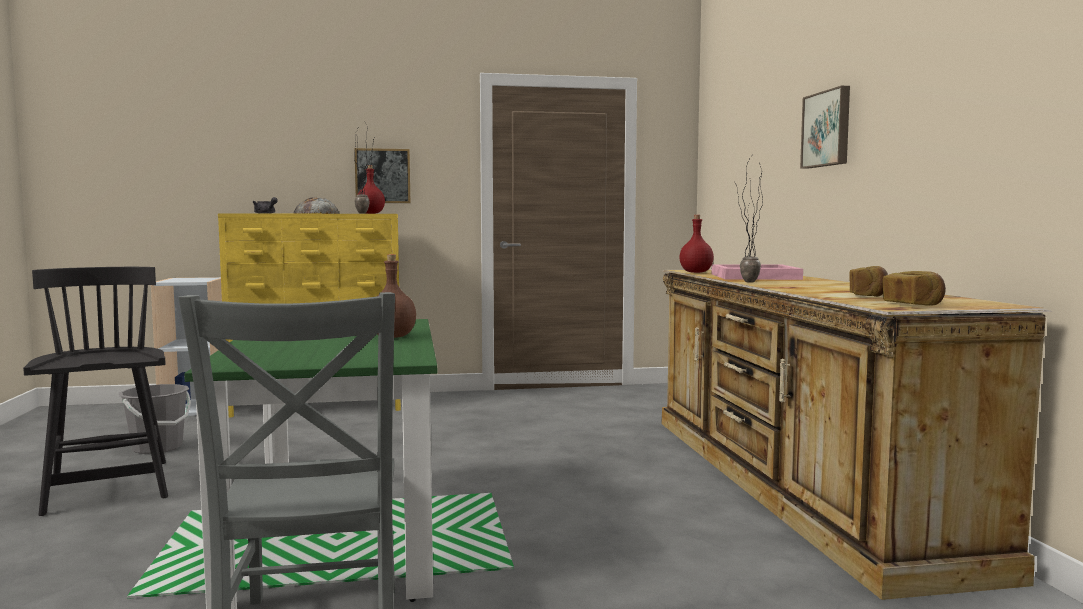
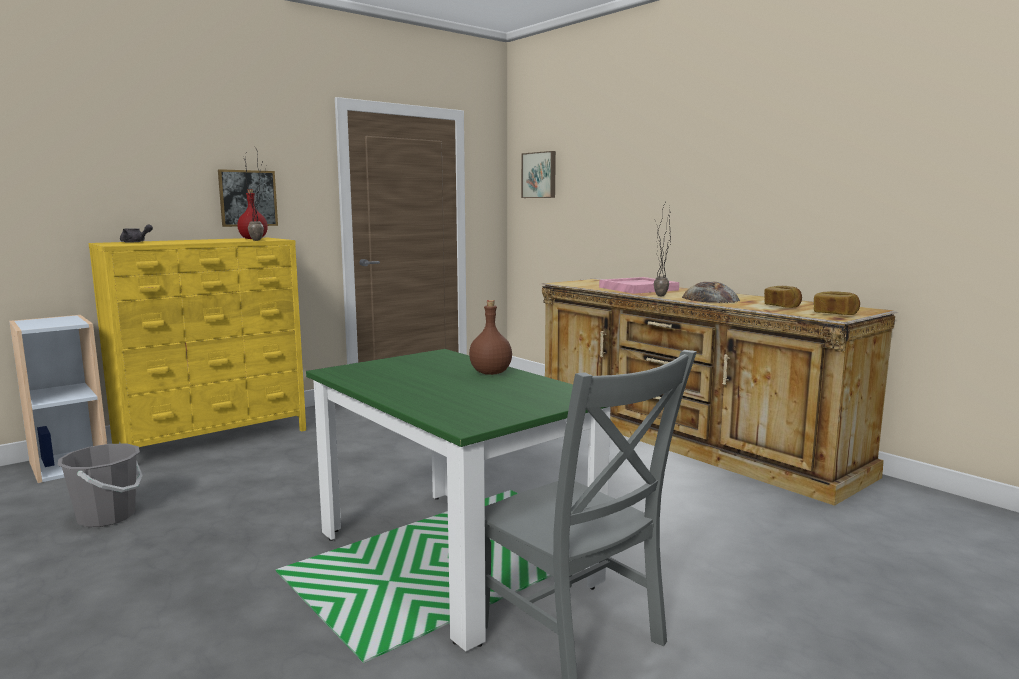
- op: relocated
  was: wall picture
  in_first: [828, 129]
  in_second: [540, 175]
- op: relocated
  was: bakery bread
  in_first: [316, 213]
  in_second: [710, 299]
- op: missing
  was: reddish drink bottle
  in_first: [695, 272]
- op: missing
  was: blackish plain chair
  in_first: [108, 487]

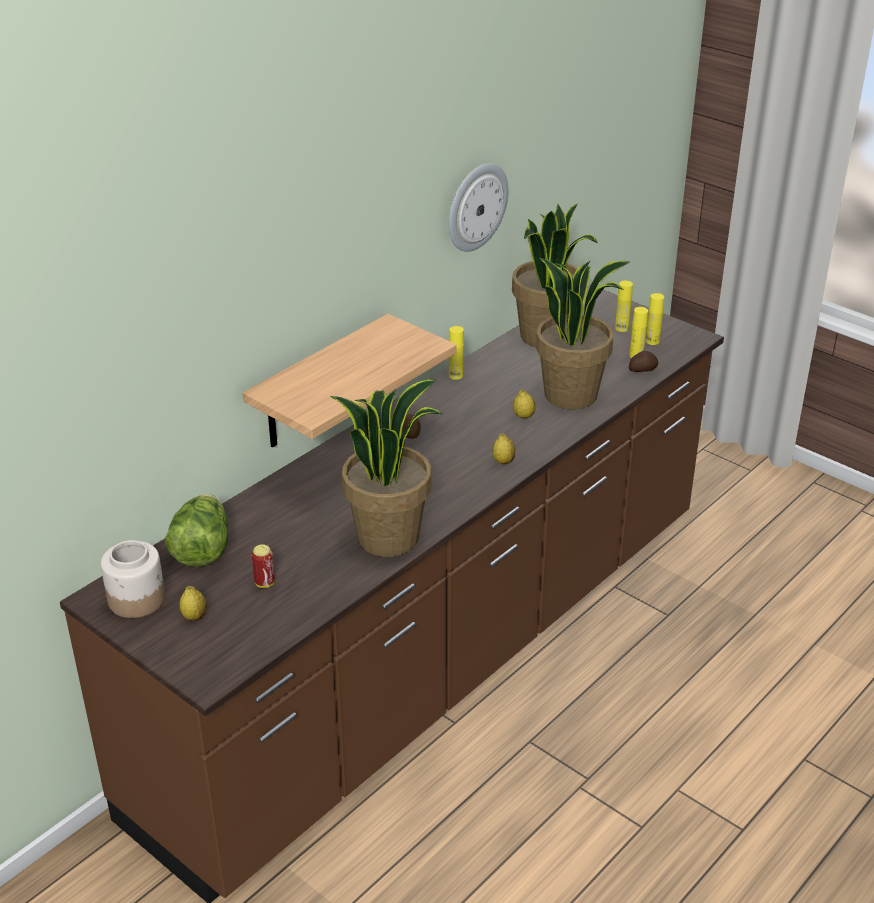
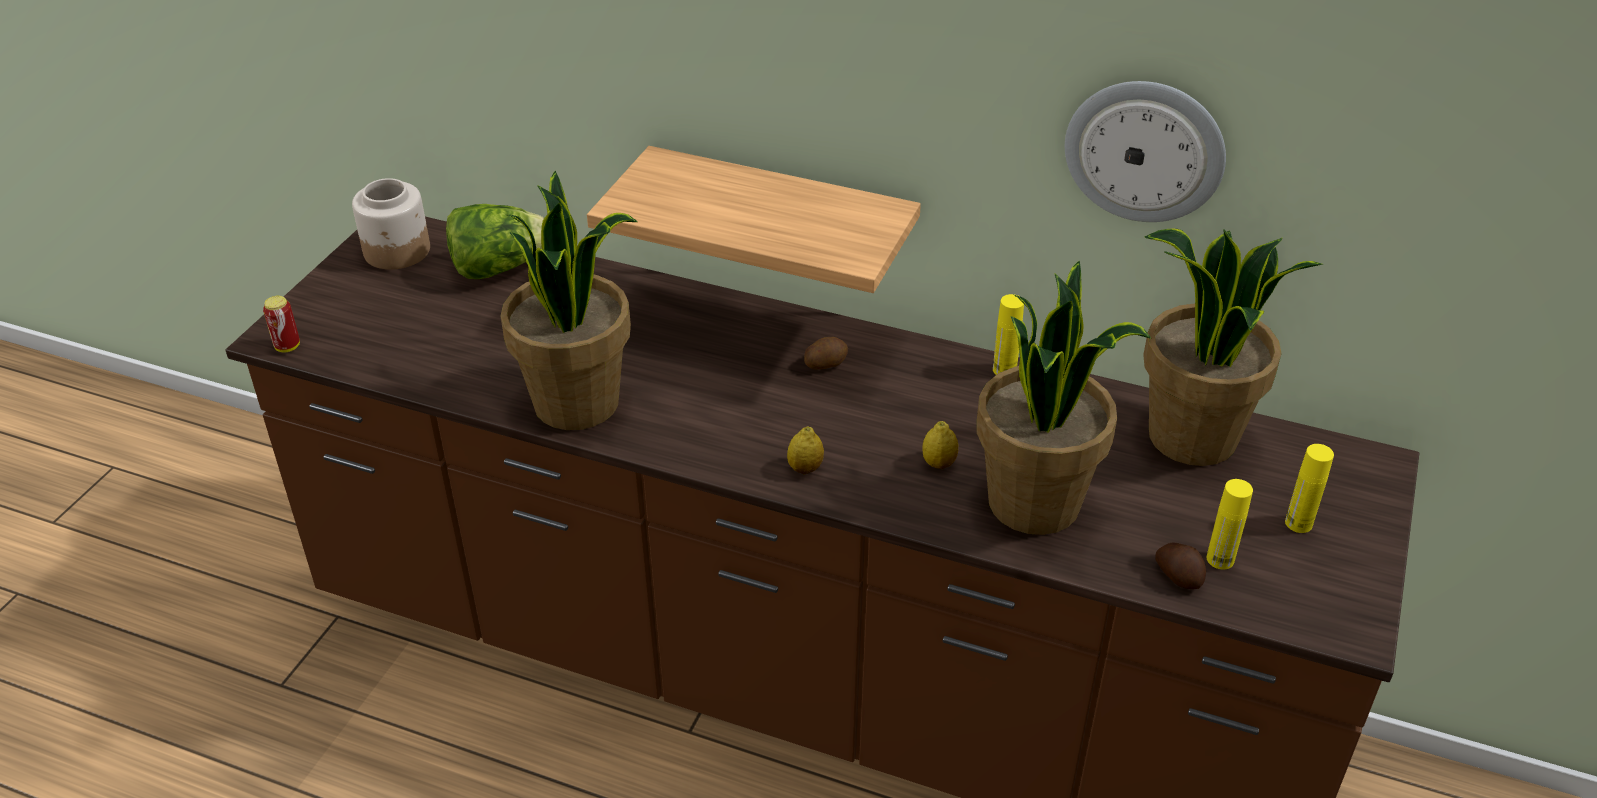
- op: missing
  was: yellowish drink bottle
  in_first: [652, 341]
- op: relocated
  was: metal can
  in_first: [264, 583]
  in_second: [287, 346]
- op: missing
  was: citrus fruit
  in_first: [194, 616]

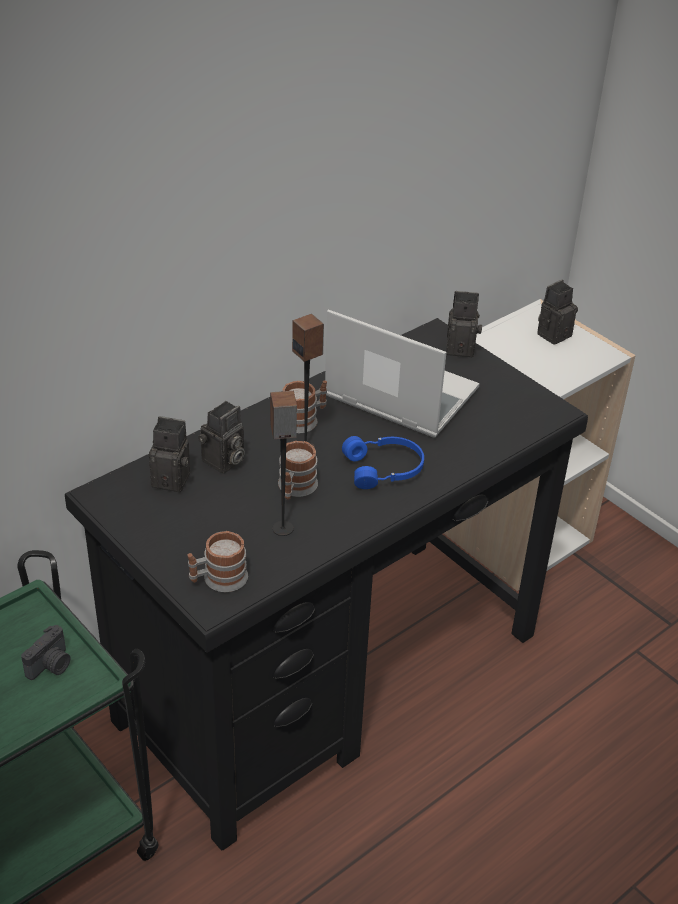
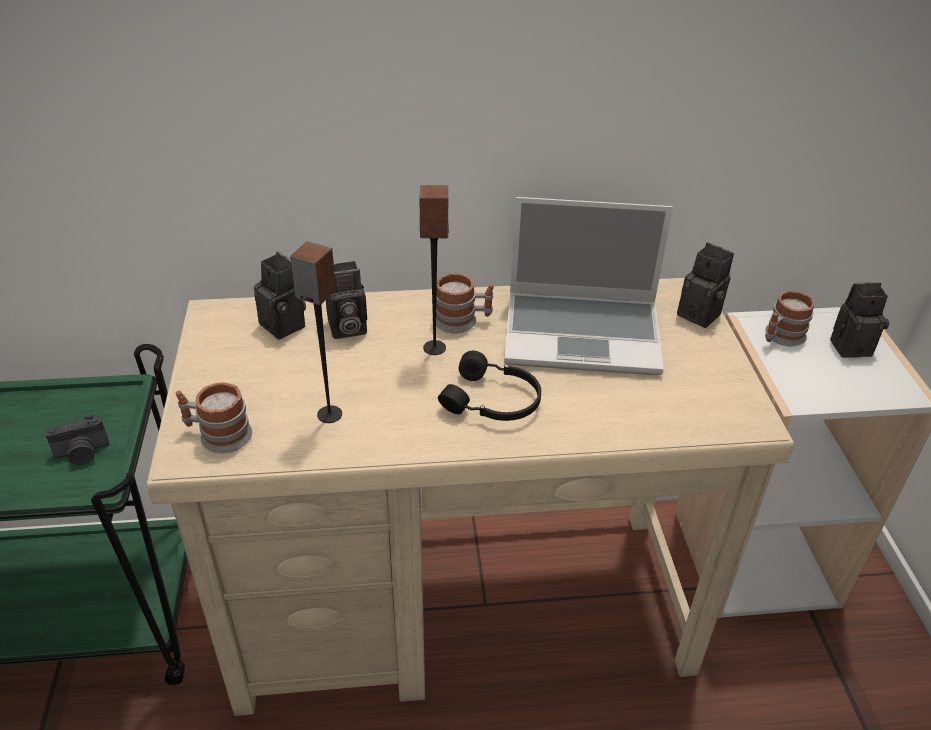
- op: spun
  was: notebook computer
  in_first: [398, 394]
  in_second: [584, 334]
  clockwise: 120
- op: colour
  was: blackish desk
  now: beige-coloured desk
  in_first: [329, 674]
  in_second: [461, 603]
- op: colour
  was: blue-coloured headset
  now: blackish headset
  in_first: [385, 469]
  in_second: [492, 402]
- op: relocated
  was: tea mug
  in_first: [295, 488]
  in_second: [781, 337]

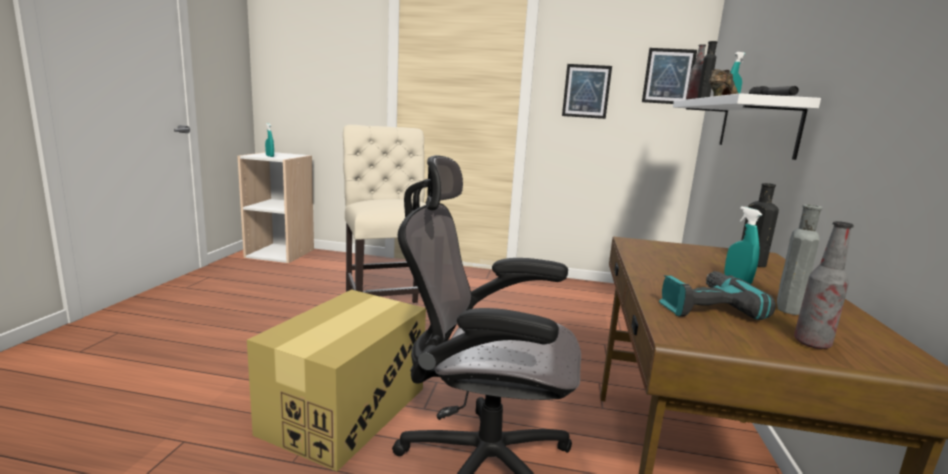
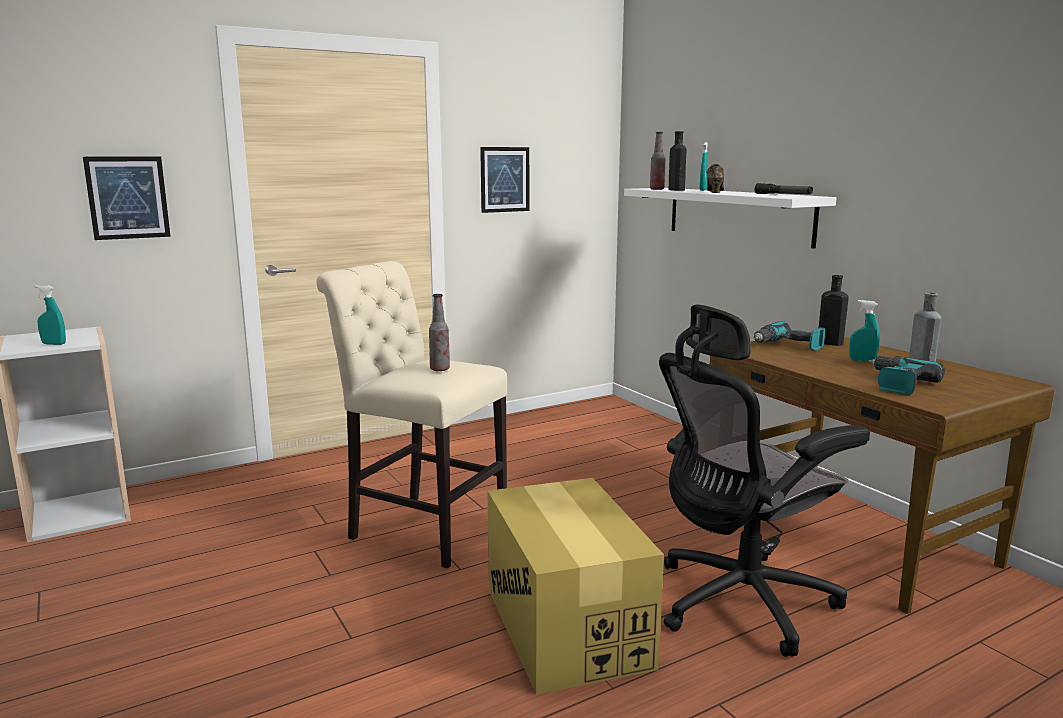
- op: relocated
  was: wall picture
  in_first: [668, 76]
  in_second: [128, 197]
- op: relocated
  was: drink bottle
  in_first: [811, 343]
  in_second: [440, 369]
- op: appeared
  now: electric drill
  in_second: [788, 346]

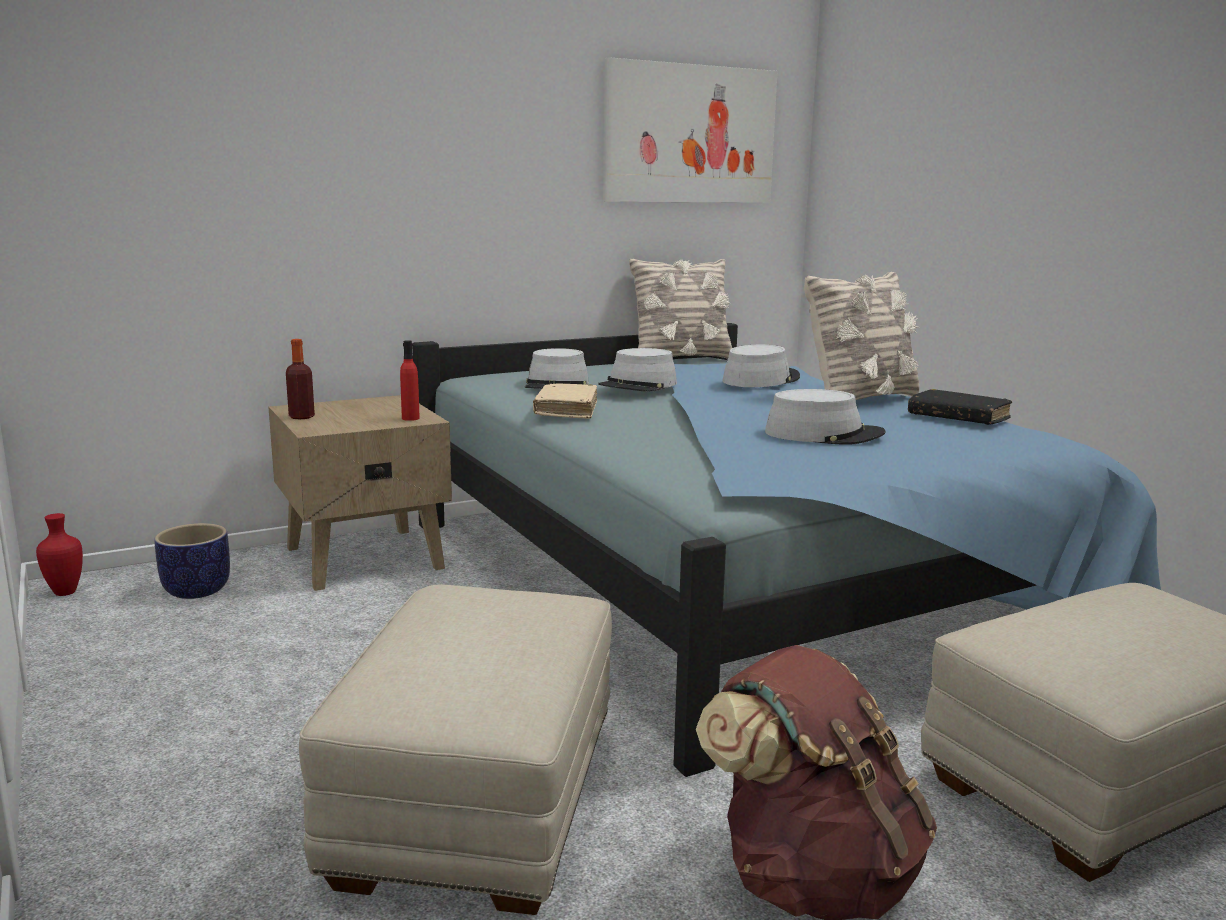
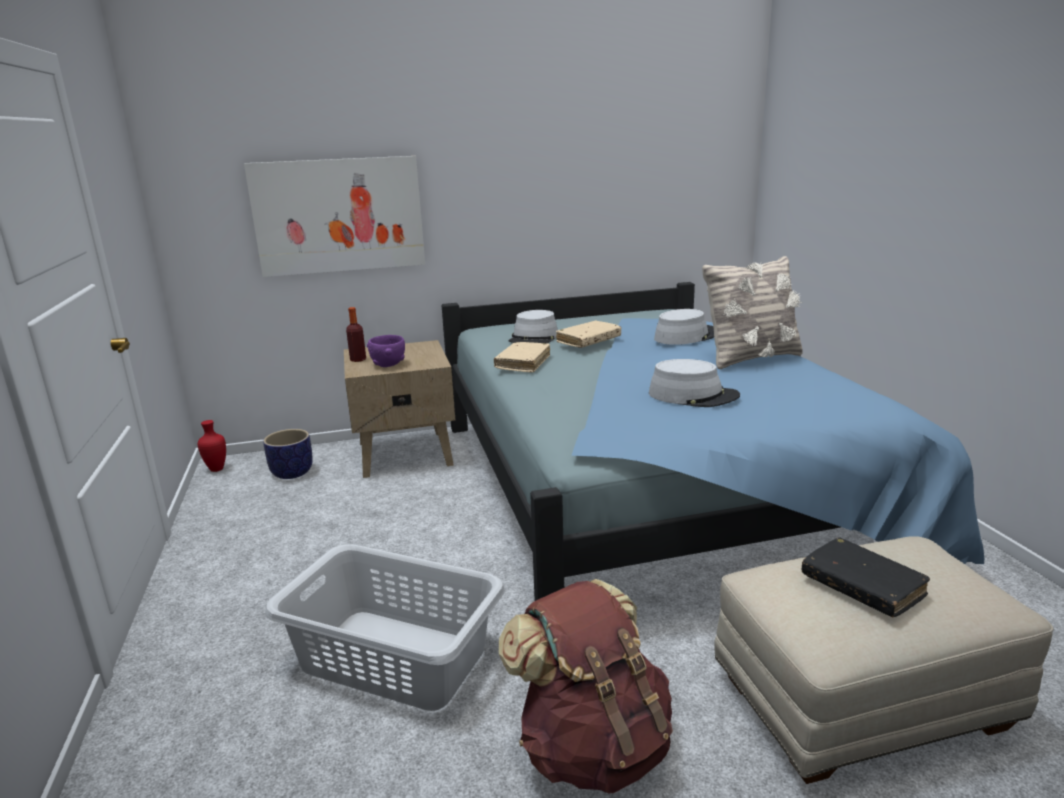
- op: relocated
  was: wall picture
  in_first: [690, 134]
  in_second: [339, 215]
- op: missing
  was: beige-coloured throw pillow
  in_first: [681, 358]
- op: missing
  was: reddish drink bottle
  in_first: [410, 418]
- op: exchanged
  was: greyish hat
  now: beige-coloured bound book
  in_first: [638, 385]
  in_second: [588, 341]
- op: relocated
  was: blackish bound book
  in_first: [958, 417]
  in_second: [862, 586]
- op: exchanged
  was: beige-coloured footrest
  now: greyish hamper
  in_first: [478, 805]
  in_second: [394, 657]
- op: appeared
  now: purple-coloured serving bowl
  in_second: [388, 365]

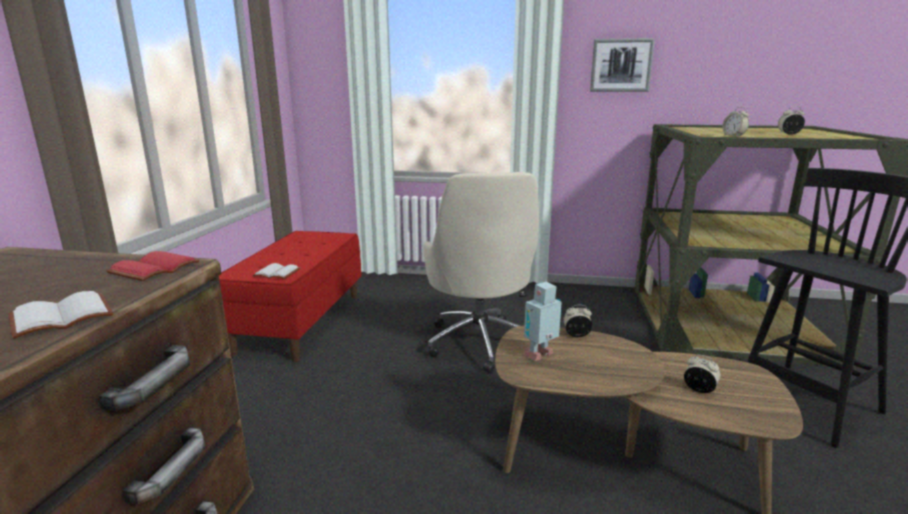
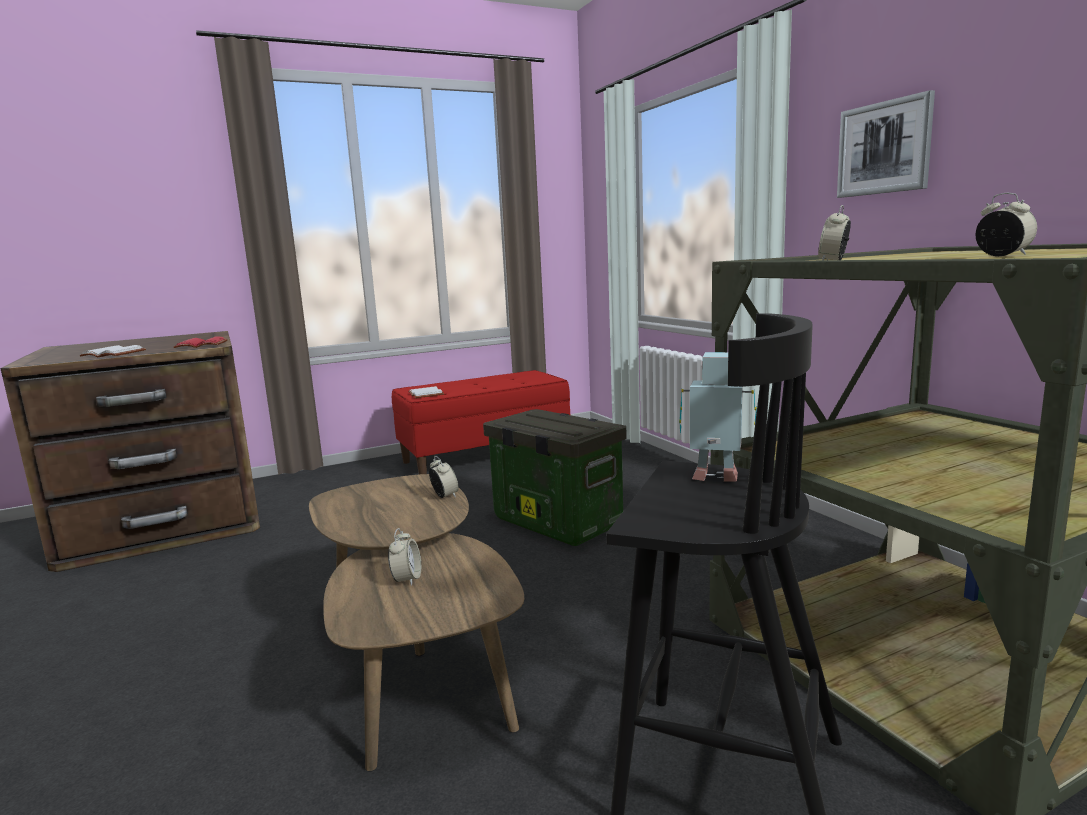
- op: exchanged
  was: beige-coloured office chair
  now: storage container
  in_first: [479, 343]
  in_second: [555, 522]
- op: relocated
  was: toy robot
  in_first: [541, 355]
  in_second: [716, 479]

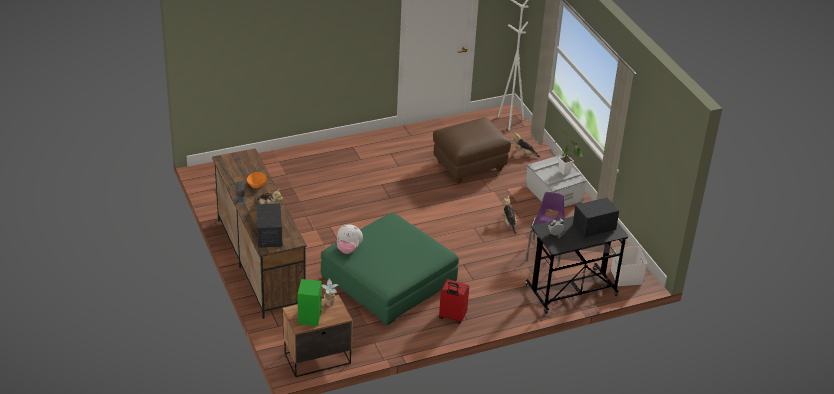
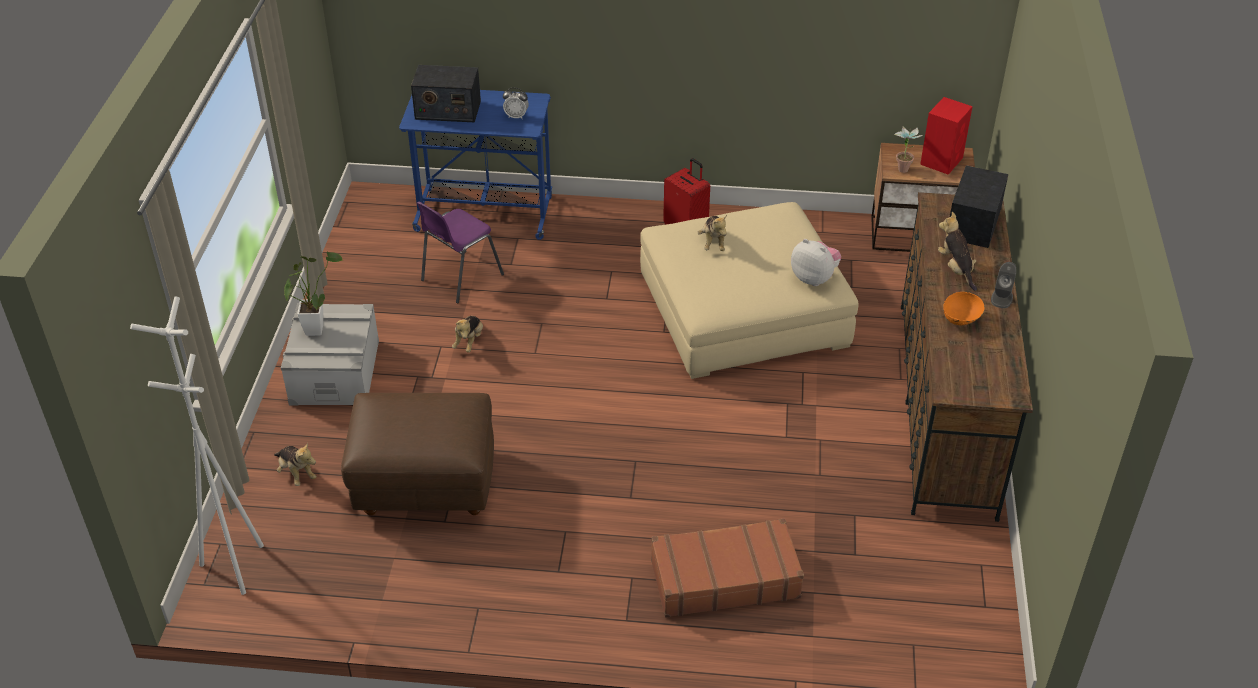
- op: colour
  was: green footrest
  now: beige-coloured footrest
  in_first: [388, 280]
  in_second: [743, 310]
- op: colour
  was: blackish desk
  now: blue-coloured desk
  in_first: [571, 291]
  in_second: [484, 213]
- op: missing
  was: white-coloured storage container
  in_first: [627, 276]
- op: colour
  was: green speaker
  now: reddish speaker
  in_first: [309, 317]
  in_second: [942, 160]
- op: appeared
  now: plush toy
  in_second: [713, 242]
- op: appeared
  now: brown travel case
  in_second: [724, 578]

